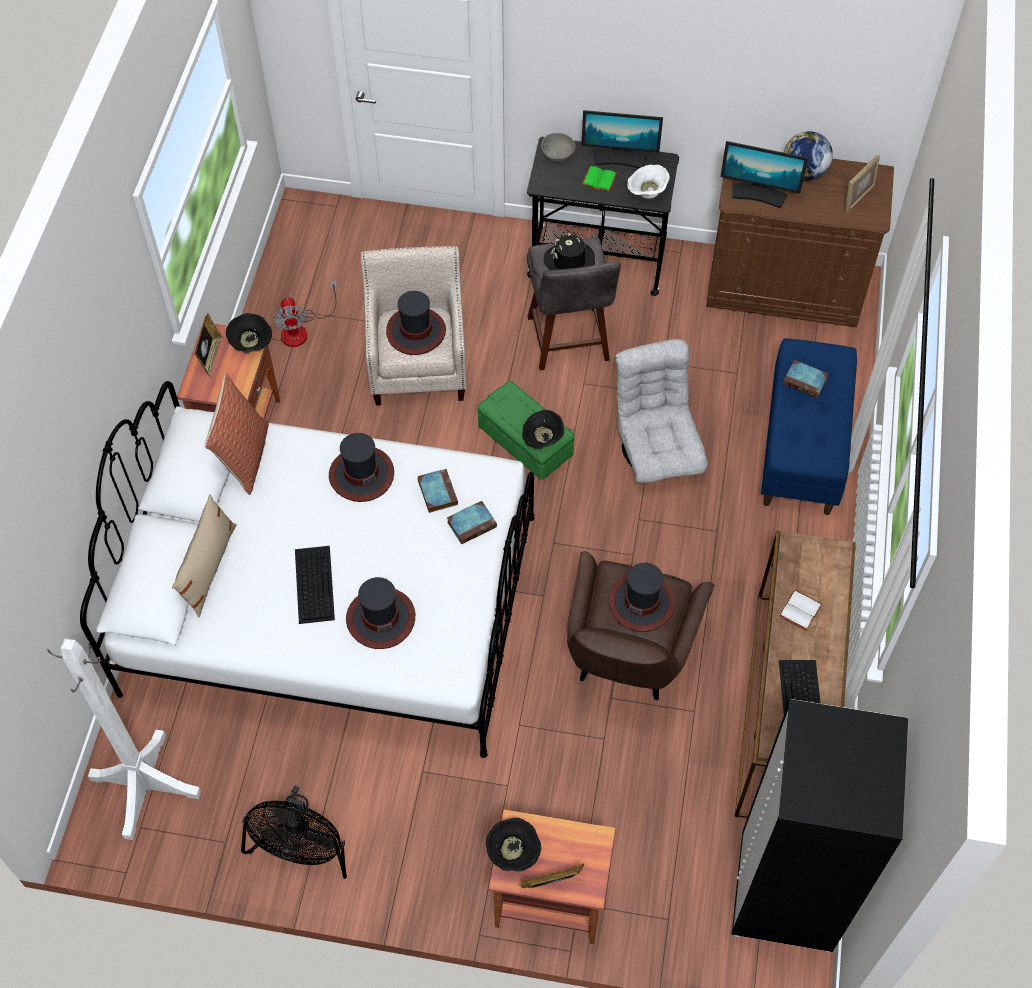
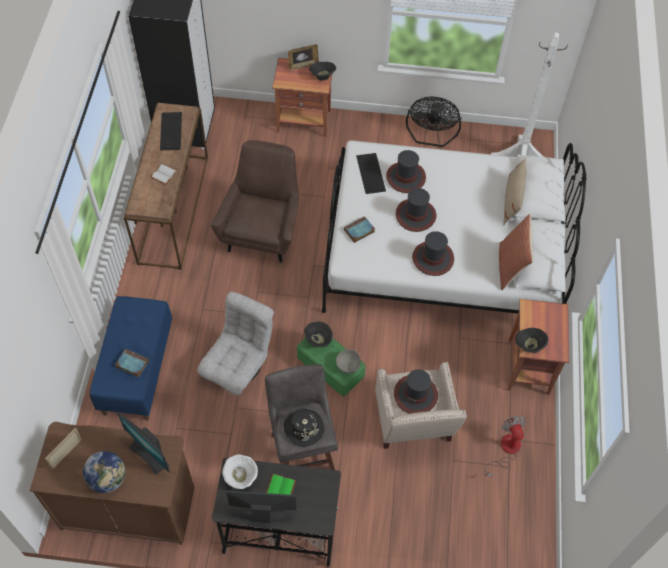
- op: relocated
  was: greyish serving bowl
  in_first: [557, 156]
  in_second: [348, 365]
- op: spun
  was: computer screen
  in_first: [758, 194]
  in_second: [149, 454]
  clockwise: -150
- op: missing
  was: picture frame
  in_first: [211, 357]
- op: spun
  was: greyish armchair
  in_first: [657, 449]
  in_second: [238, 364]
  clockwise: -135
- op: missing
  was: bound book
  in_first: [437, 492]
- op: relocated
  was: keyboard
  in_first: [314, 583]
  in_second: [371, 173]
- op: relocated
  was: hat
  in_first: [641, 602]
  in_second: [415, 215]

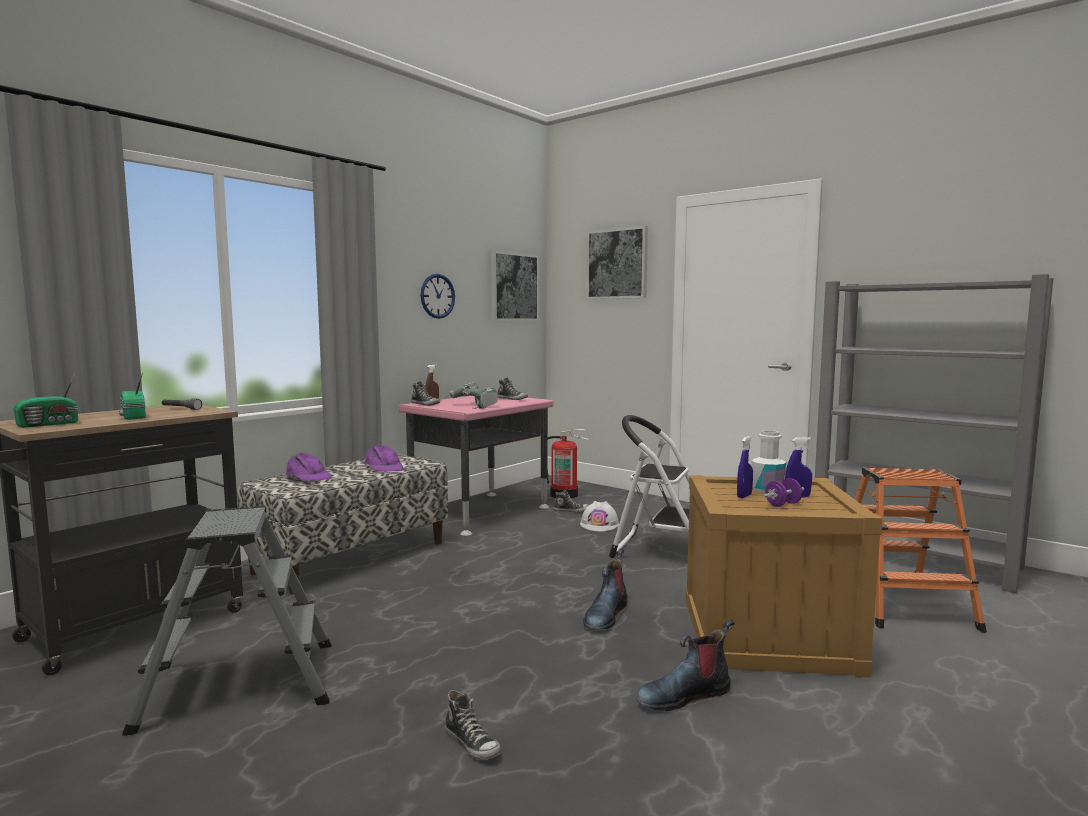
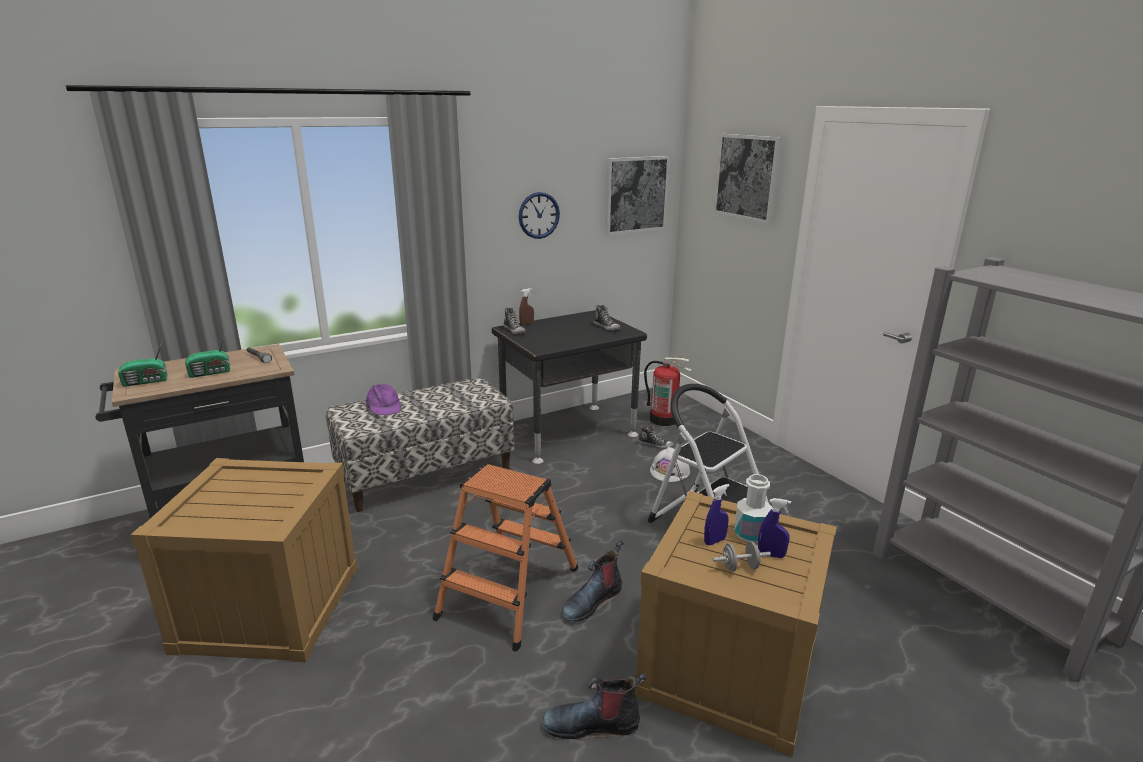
- op: spun
  was: radio set
  in_first: [132, 416]
  in_second: [211, 373]
  clockwise: -105
- op: missing
  was: electric drill
  in_first: [471, 406]
- op: colour
  was: pink desk
  now: blackish desk
  in_first: [479, 512]
  in_second: [568, 431]
- op: missing
  was: purple-coloured peaked cap
  in_first: [383, 467]
- op: relocated
  was: orangey step stool
  in_first: [900, 599]
  in_second: [509, 592]
- op: colour
  was: purple-coloured dumbbell
  now: greyish dumbbell
  in_first: [782, 504]
  in_second: [740, 567]
- op: exchanged
  was: greyish step stool
  now: packing crate
  in_first: [239, 684]
  in_second: [269, 607]
- op: missing
  was: item of footwear
  in_first: [472, 744]

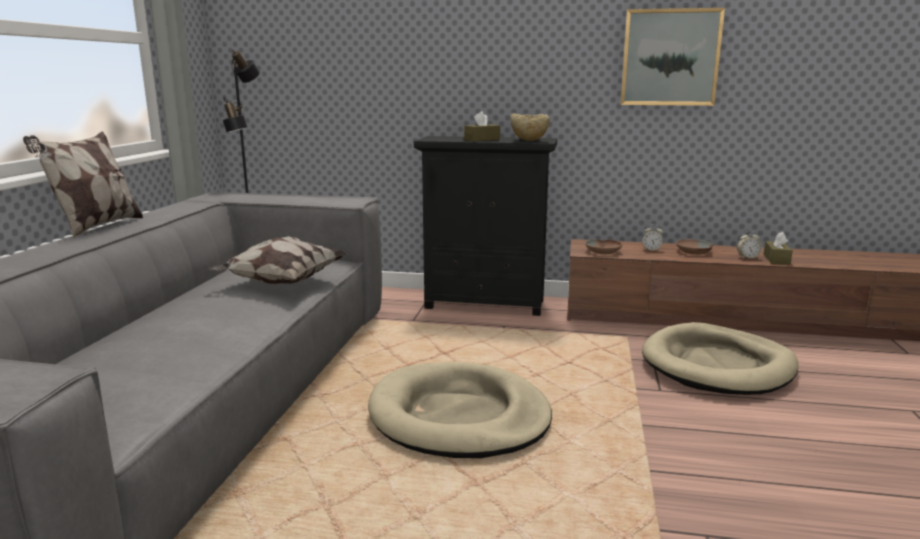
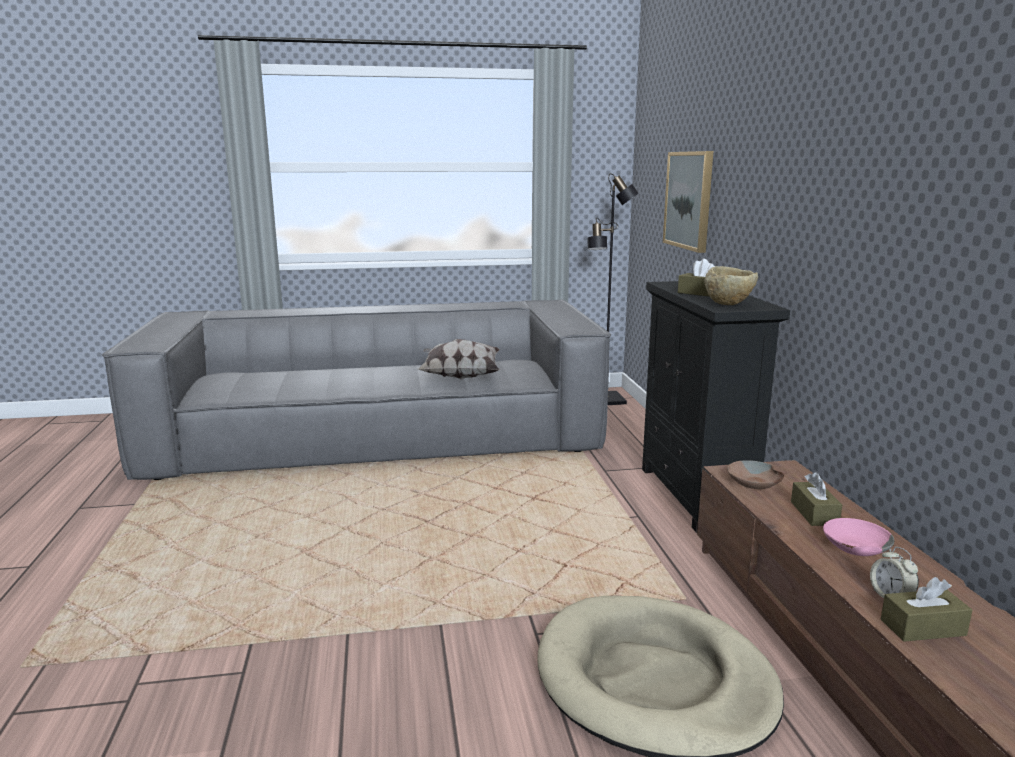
- op: relocated
  was: wall picture
  in_first: [670, 58]
  in_second: [689, 200]
- op: missing
  was: throw pillow
  in_first: [96, 227]
- op: exchanged
  was: bedside clock
  now: brown box of tissues
  in_first: [651, 250]
  in_second: [814, 513]
- op: colour
  was: brown serving bowl
  now: pink serving bowl
  in_first: [693, 252]
  in_second: [854, 546]
- op: missing
  was: beige-coloured dog bed
  in_first: [459, 416]

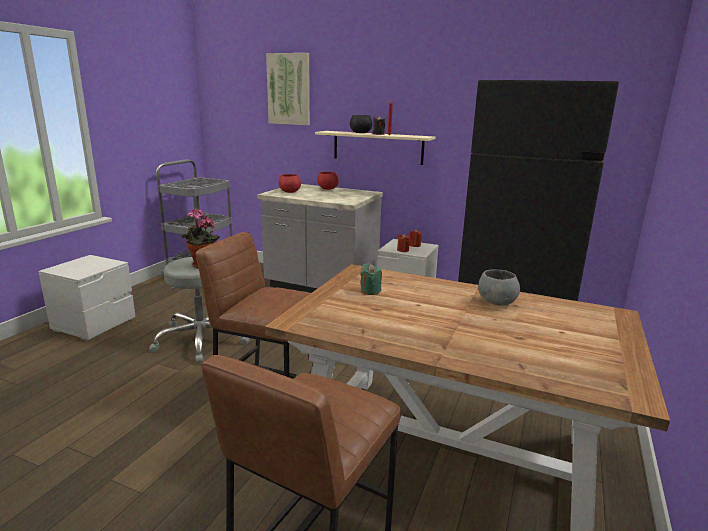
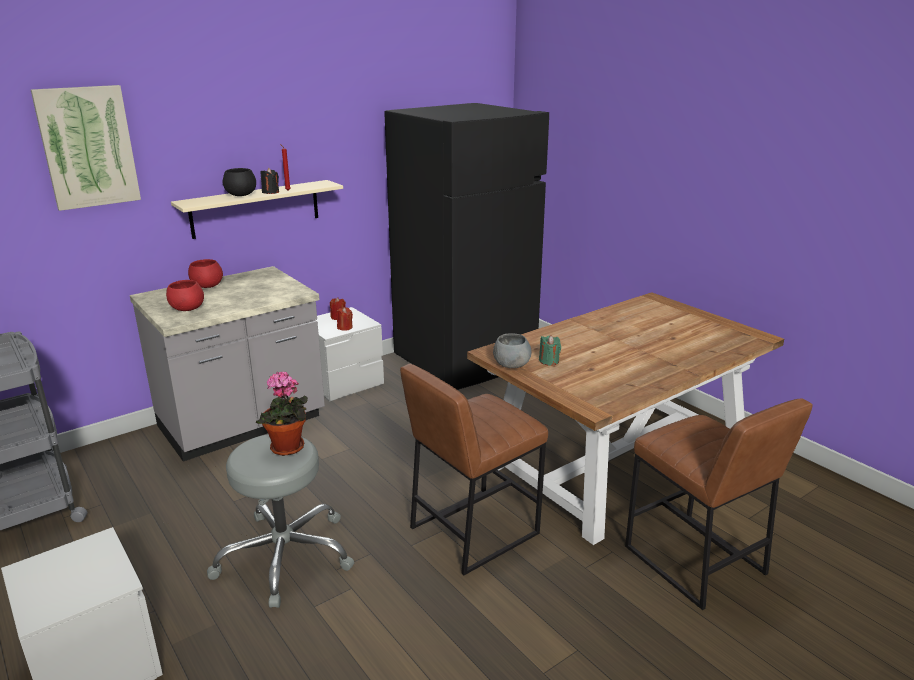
- op: relocated
  was: greyish serving bowl
  in_first: [497, 302]
  in_second: [511, 365]

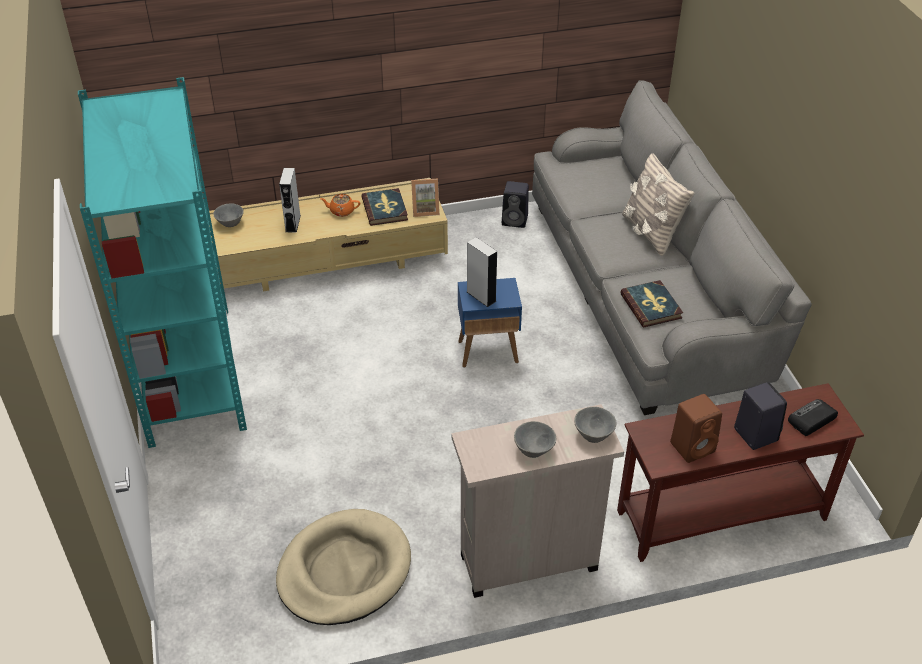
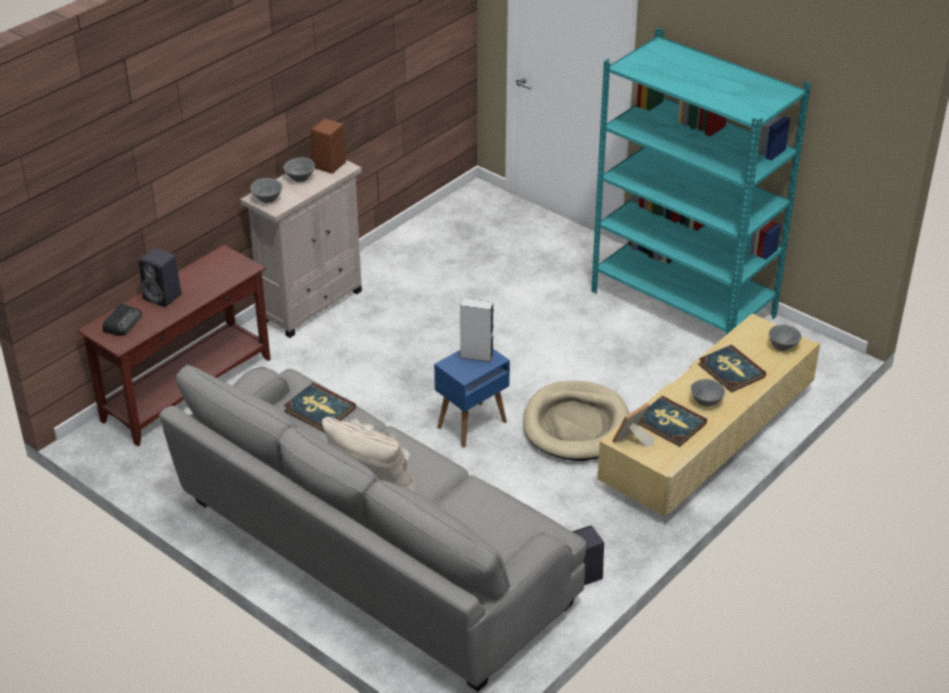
- op: exchanged
  was: greyish speaker
  now: bound book
  in_first: [293, 223]
  in_second: [731, 371]
- op: exchanged
  was: orangey pot for tea
  now: greyish serving bowl
  in_first: [341, 211]
  in_second: [706, 402]
- op: relocated
  was: brown speaker
  in_first: [693, 446]
  in_second: [329, 165]
- op: relocated
  was: beige-coloured dog bed
  in_first: [344, 570]
  in_second: [576, 425]

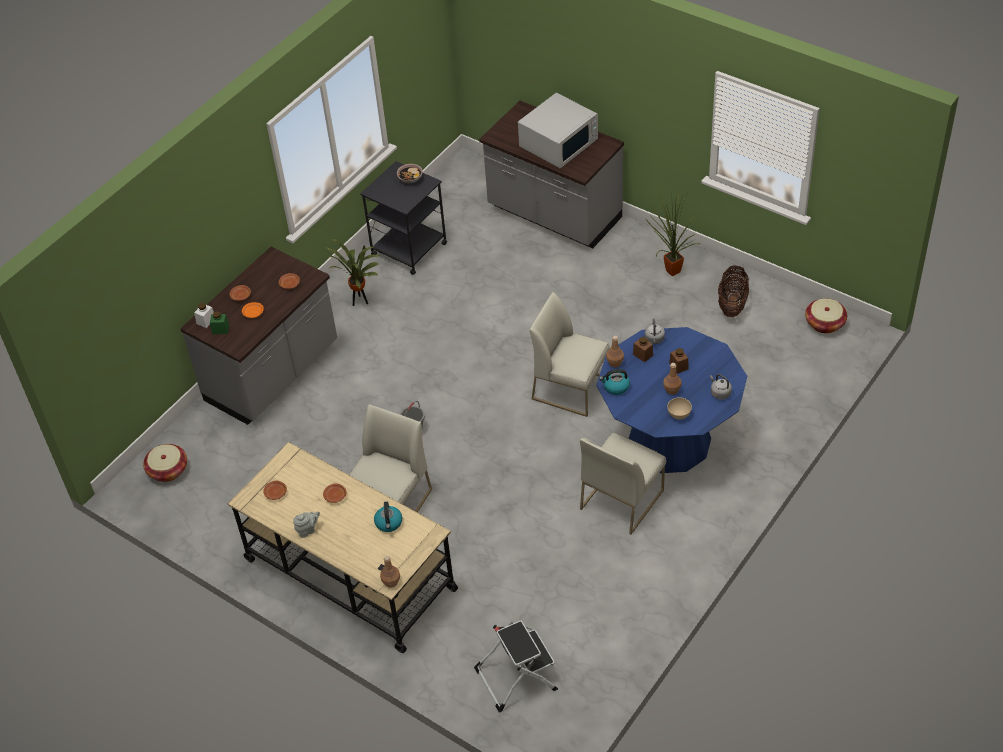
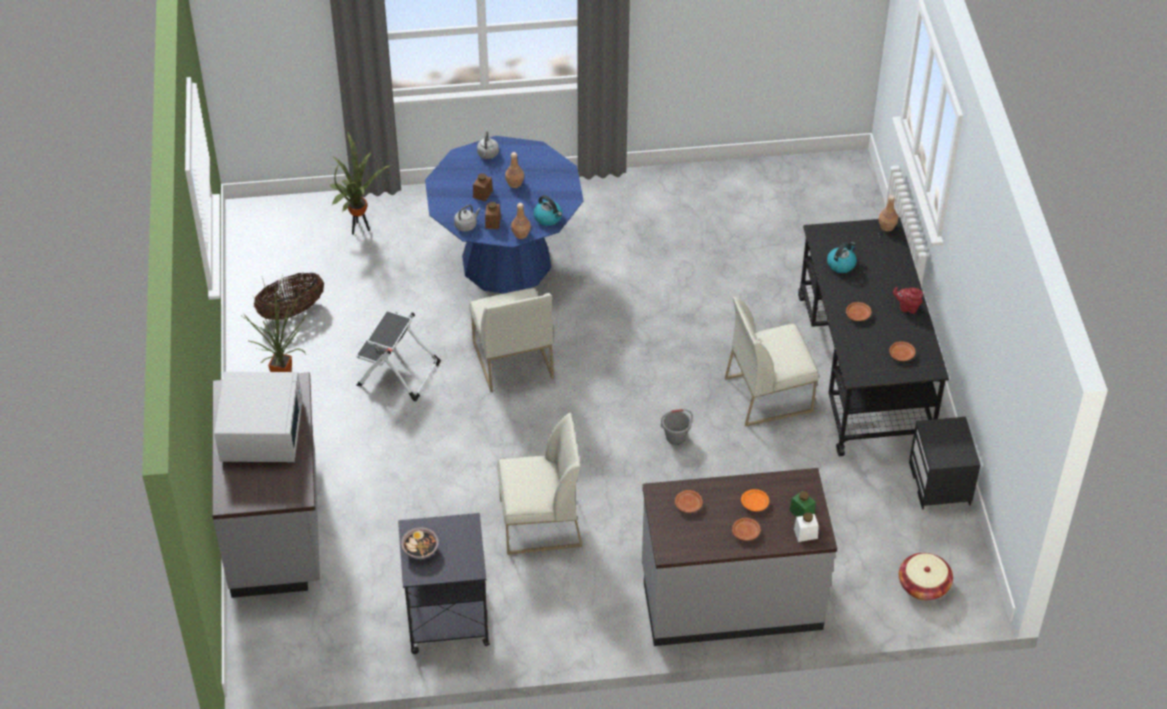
- op: spun
  was: white-coloured microwave oven
  in_first: [559, 143]
  in_second: [262, 431]
  clockwise: 90
- op: relocated
  was: potted plant
  in_first: [360, 302]
  in_second: [360, 228]
- op: missing
  was: storage basket
  in_first: [824, 323]
- op: missing
  was: beige-coloured serving bowl
  in_first: [678, 414]
- op: relocated
  was: white-coloured plain chair
  in_first: [621, 499]
  in_second: [540, 523]
- op: colour
  was: beige-coloured desk
  now: blackish desk
  in_first: [350, 575]
  in_second: [863, 369]
- op: colour
  was: greyish pot for tea
  now: reddish pot for tea
  in_first: [308, 530]
  in_second: [907, 307]
- op: relocated
  was: step stool
  in_first: [516, 675]
  in_second: [397, 371]
- op: appeared
  now: blackish night table
  in_second: [940, 484]

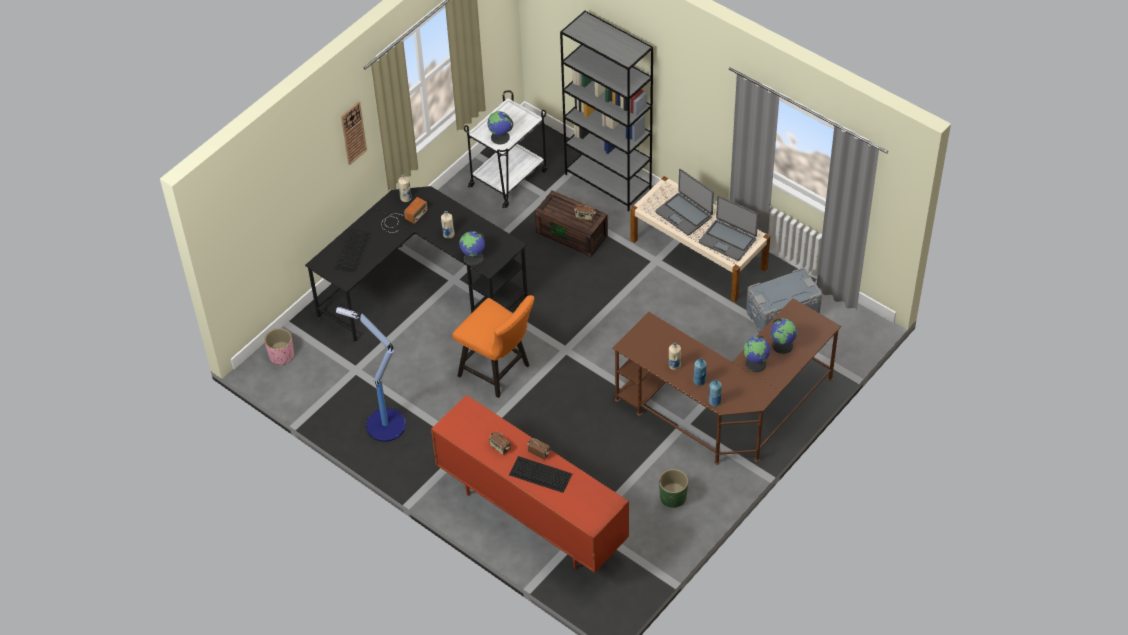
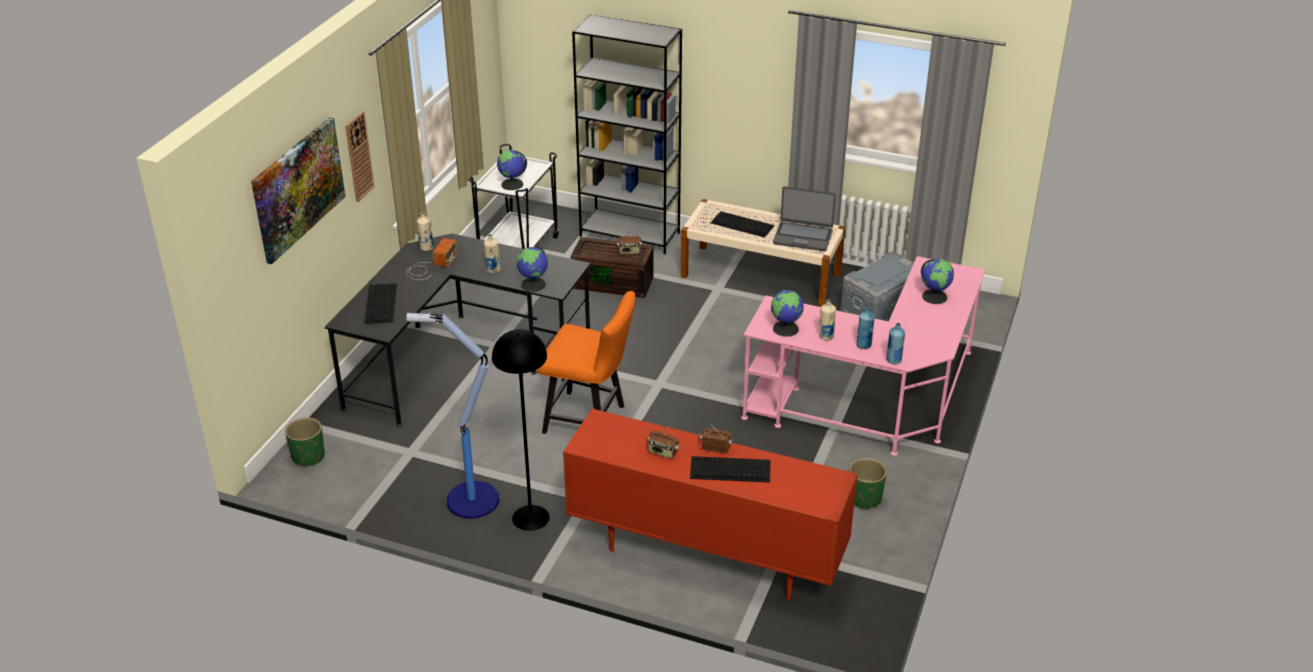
- op: exchanged
  was: notebook computer
  now: keyboard
  in_first: [684, 214]
  in_second: [743, 224]
- op: colour
  was: brown desk
  now: pink desk
  in_first: [727, 409]
  in_second: [875, 401]
- op: colour
  was: pink plant pot
  now: green plant pot
  in_first: [281, 355]
  in_second: [308, 456]
- op: relocated
  was: world globe
  in_first: [756, 363]
  in_second: [786, 328]
- op: appeared
  now: wall picture
  in_second: [298, 188]
- op: appeared
  now: blackish standing lamp
  in_second: [530, 517]

